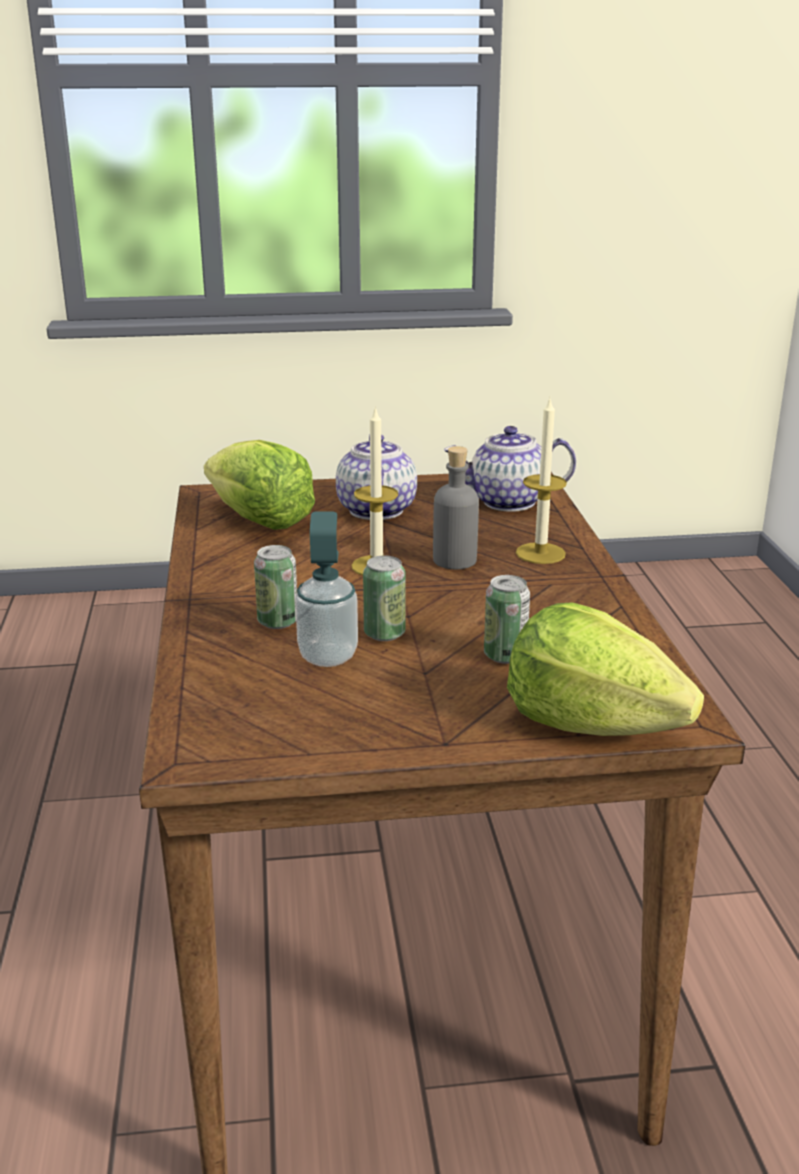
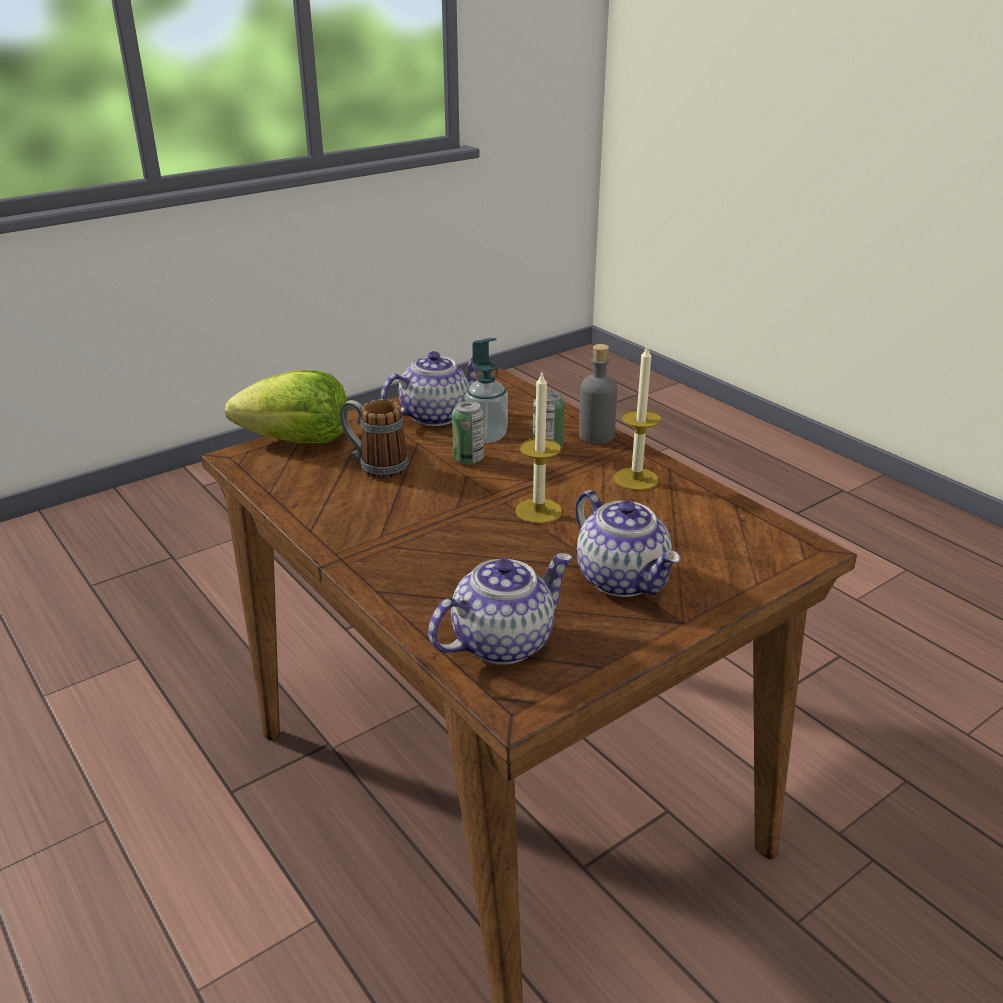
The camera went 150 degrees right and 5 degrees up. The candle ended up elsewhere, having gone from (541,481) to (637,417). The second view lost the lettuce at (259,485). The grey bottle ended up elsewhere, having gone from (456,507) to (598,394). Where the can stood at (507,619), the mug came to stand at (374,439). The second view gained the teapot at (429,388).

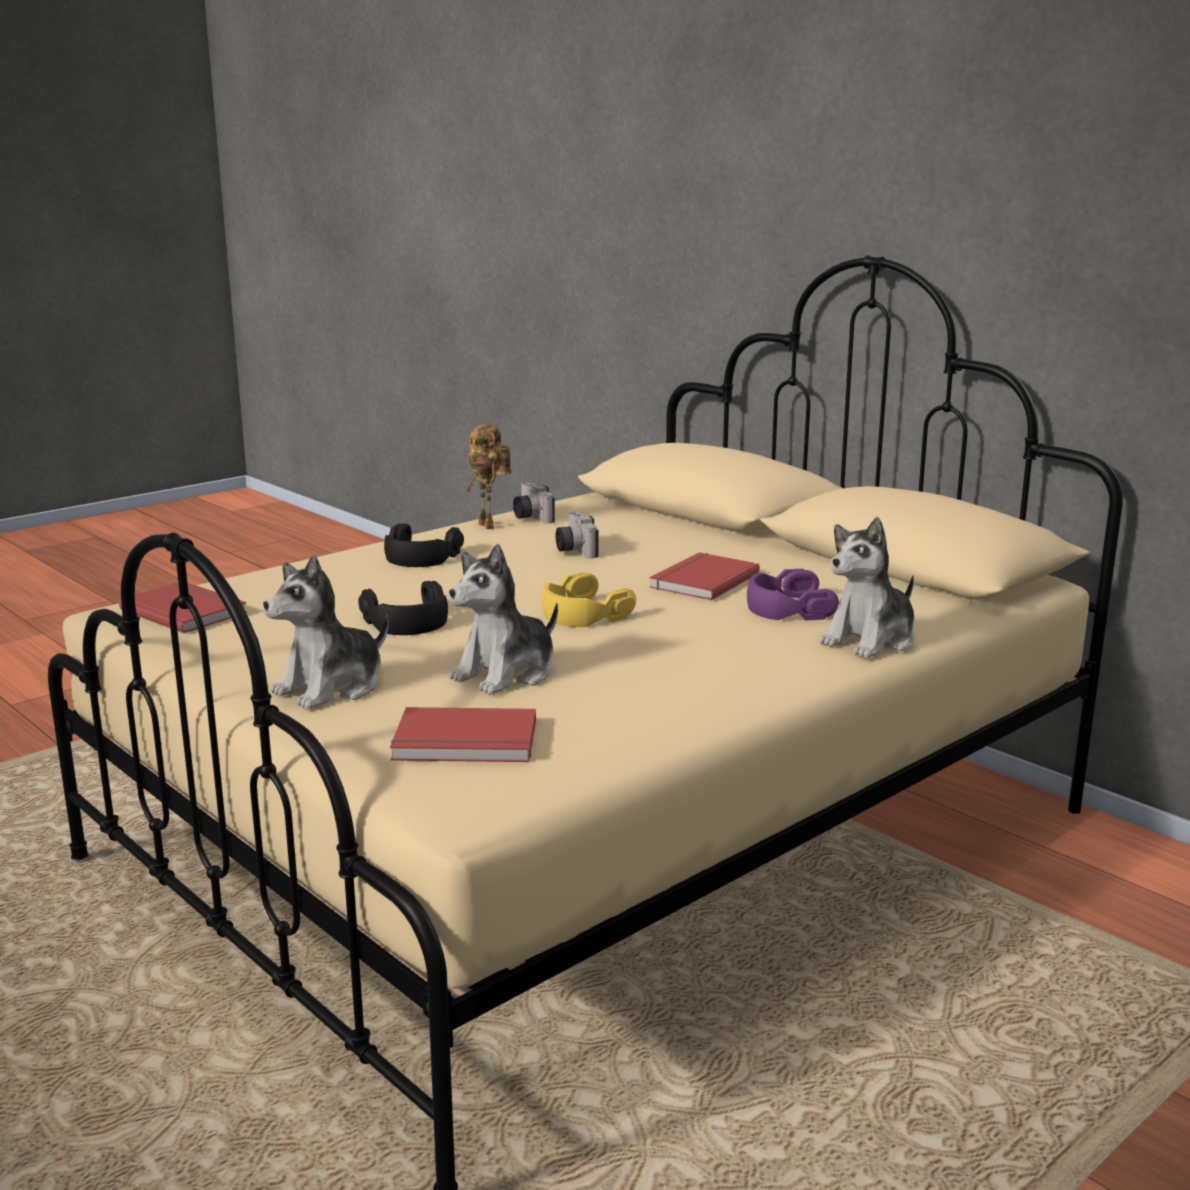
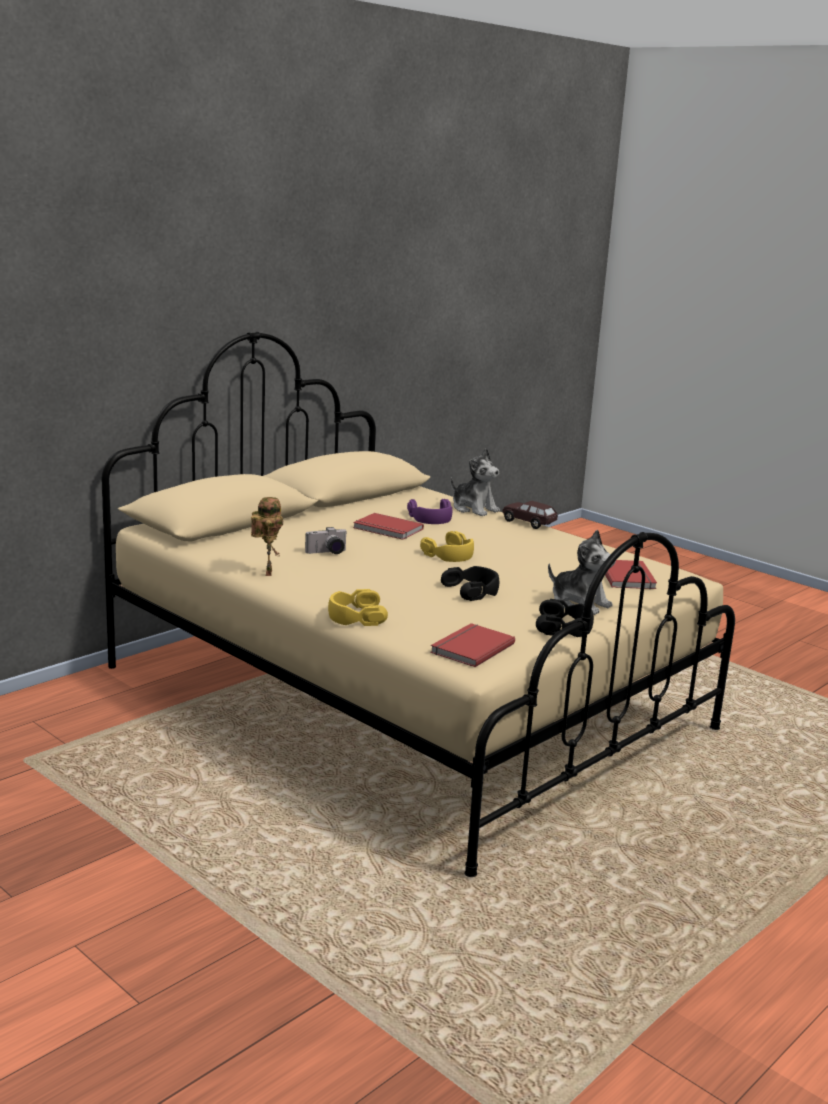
The camera went 95 degrees left and 0 degrees up. The toy robot at (487,477) ended up facing another way, 60 degrees counterclockwise from before. The second view lost the photo camera at (534,503). The black headphones ended up elsewhere, having gone from (424,545) to (565,618). The second view lost the plush toy at (503,619). The second view gained the brown toy car at (530,515). The second view gained the yellow headphones at (358,607).

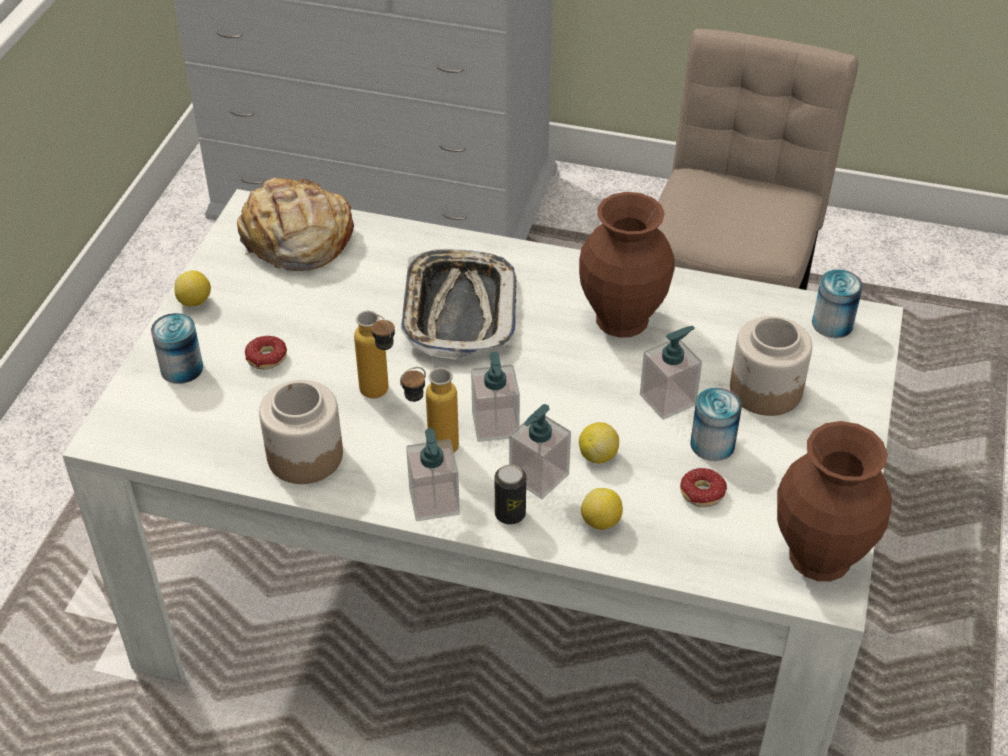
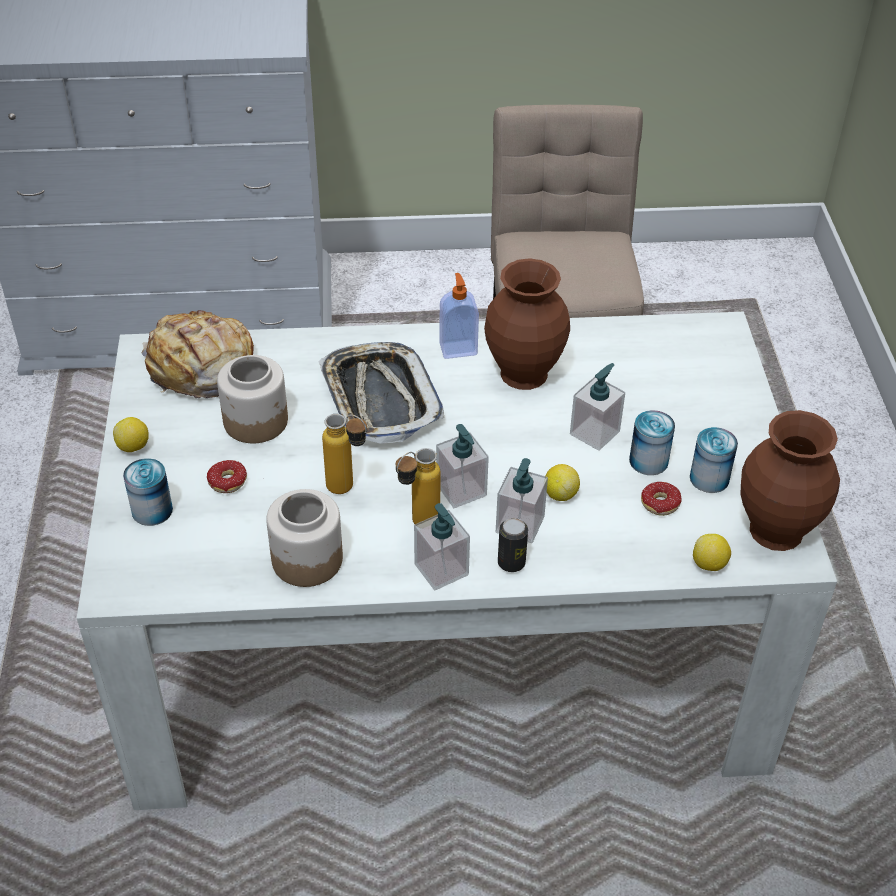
The camera went 20 degrees left and 0 degrees up. The can ended up elsewhere, having gone from (837,303) to (714,460). The jar ended up elsewhere, having gone from (771,366) to (252,399). The lemon ended up elsewhere, having gone from (602,509) to (712,552). The second view gained the soap dispenser at (459,316).

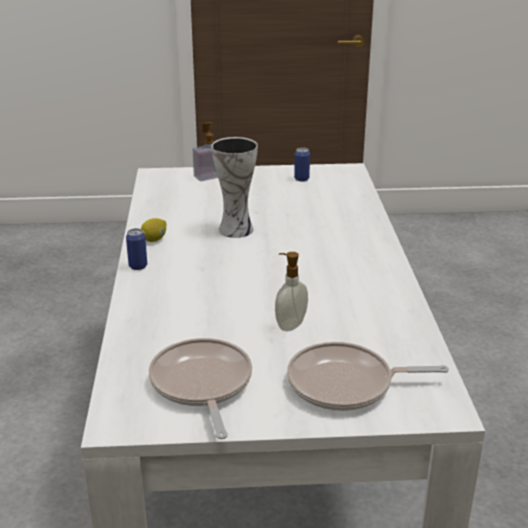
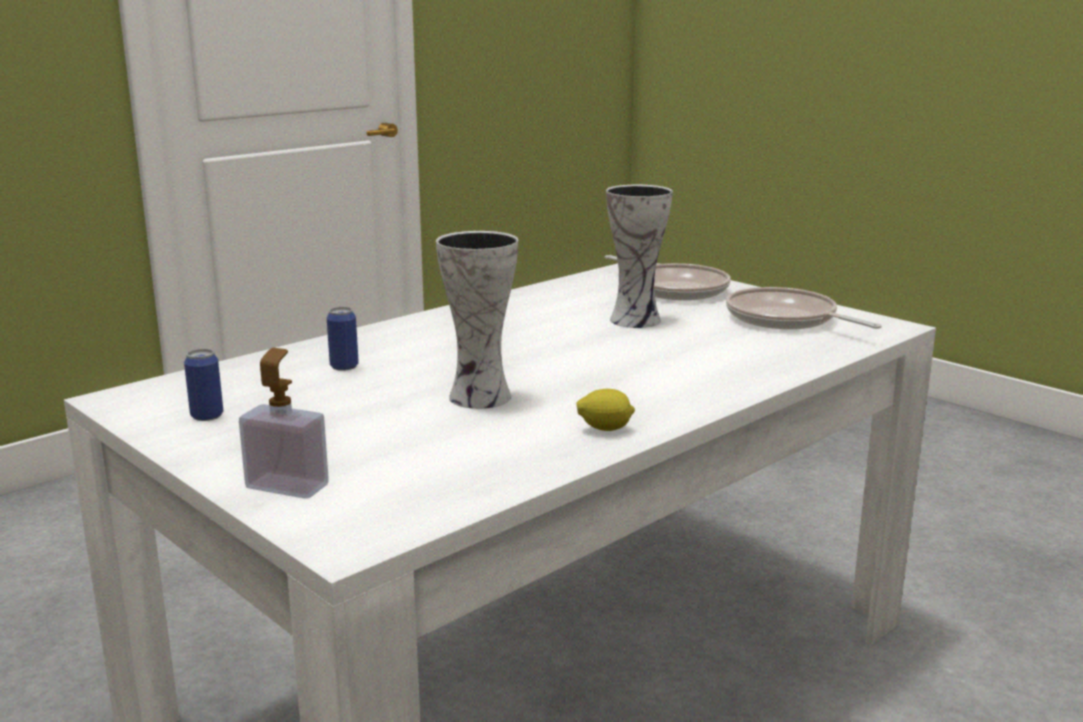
The camera went 130 degrees left and 10 degrees down. The can ended up elsewhere, having gone from (136,249) to (343,339). Where the soap dispenser stood at (291,291), the vase came to stand at (639,256). The frying pan at (200,388) ended up facing another way, 105 degrees clockwise from before.

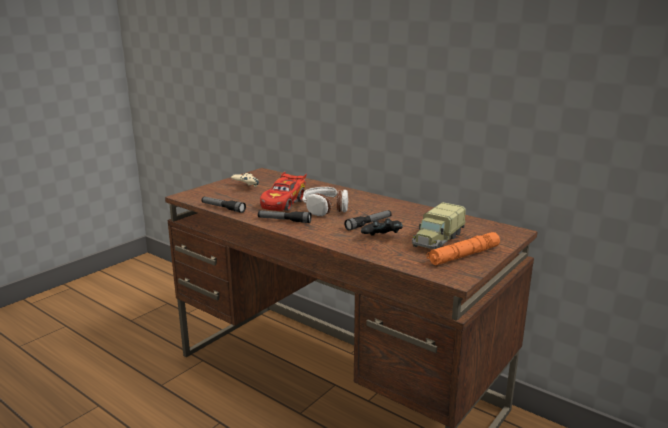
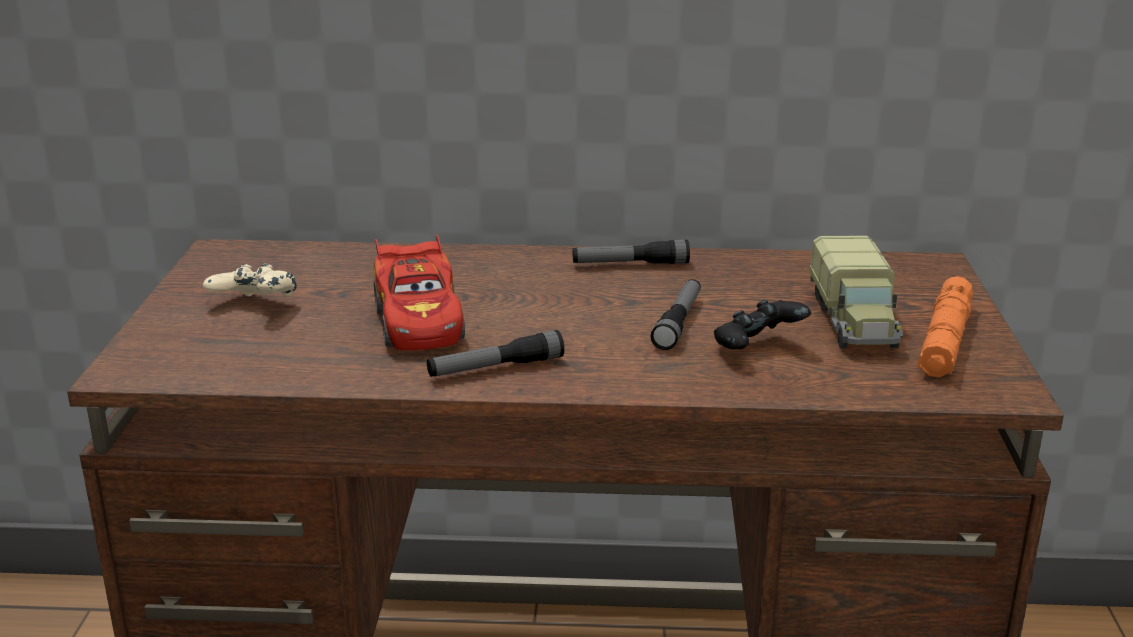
The camera went 35 degrees left and 5 degrees up. The second view lost the headphones at (325,201). The flashlight ended up elsewhere, having gone from (223,205) to (631,252).

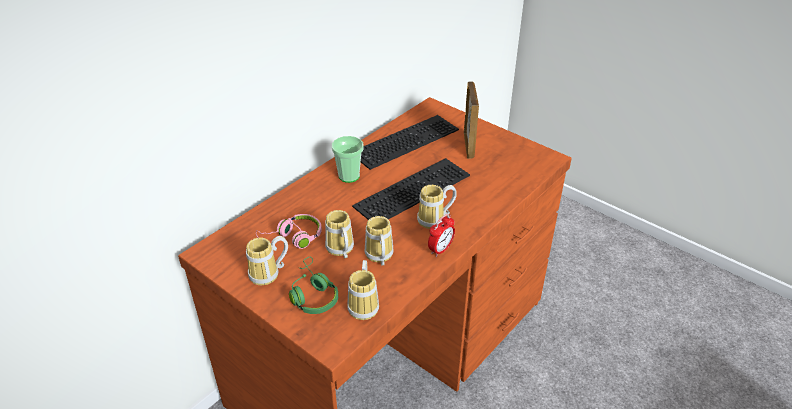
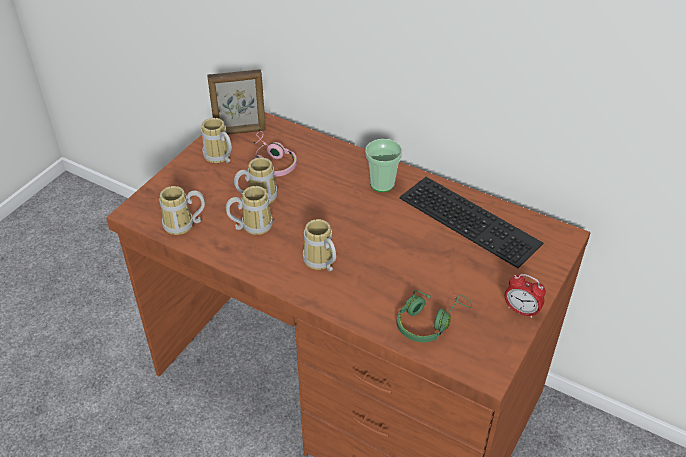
The camera went 80 degrees right and 5 degrees up. The picture frame ended up elsewhere, having gone from (471,120) to (236,102). The second view lost the keyboard at (411,189). The alarm clock ended up elsewhere, having gone from (441,235) to (525,296). The green headphones ended up elsewhere, having gone from (313,285) to (434,316).

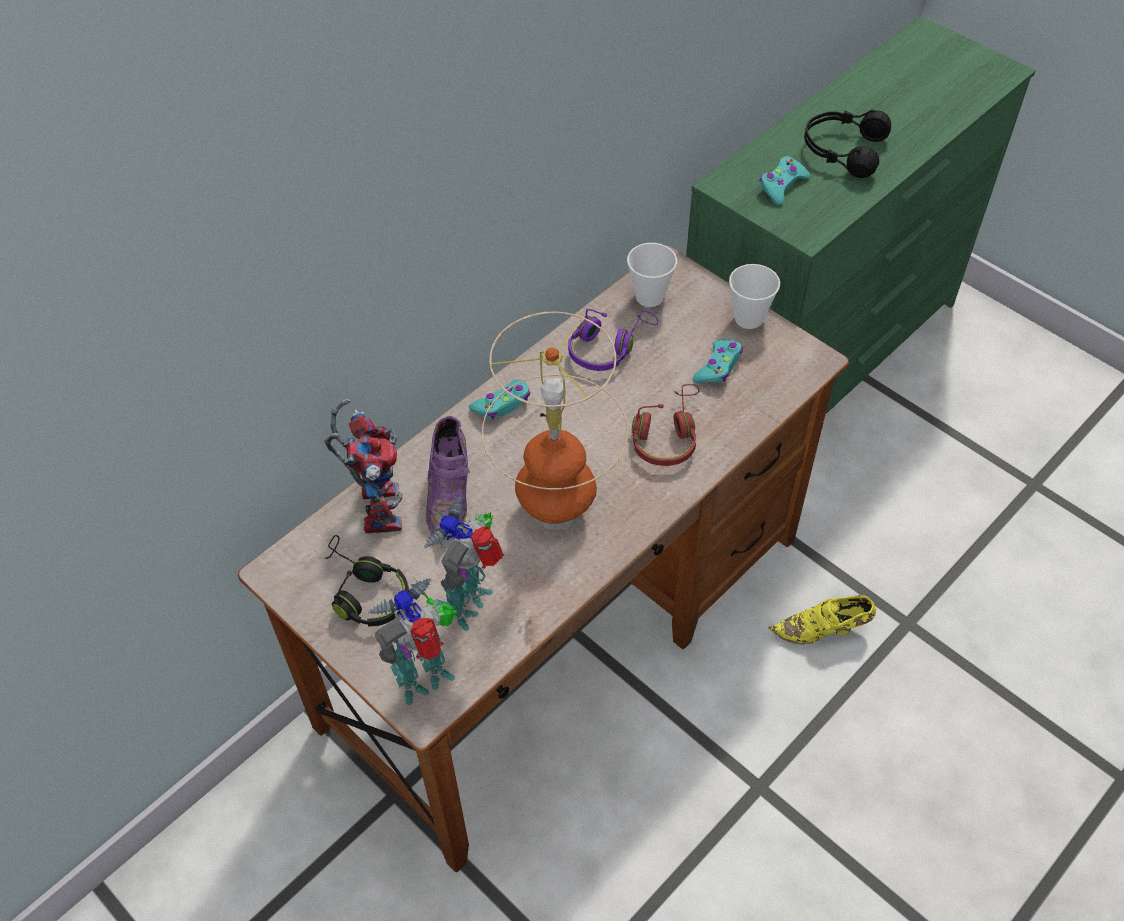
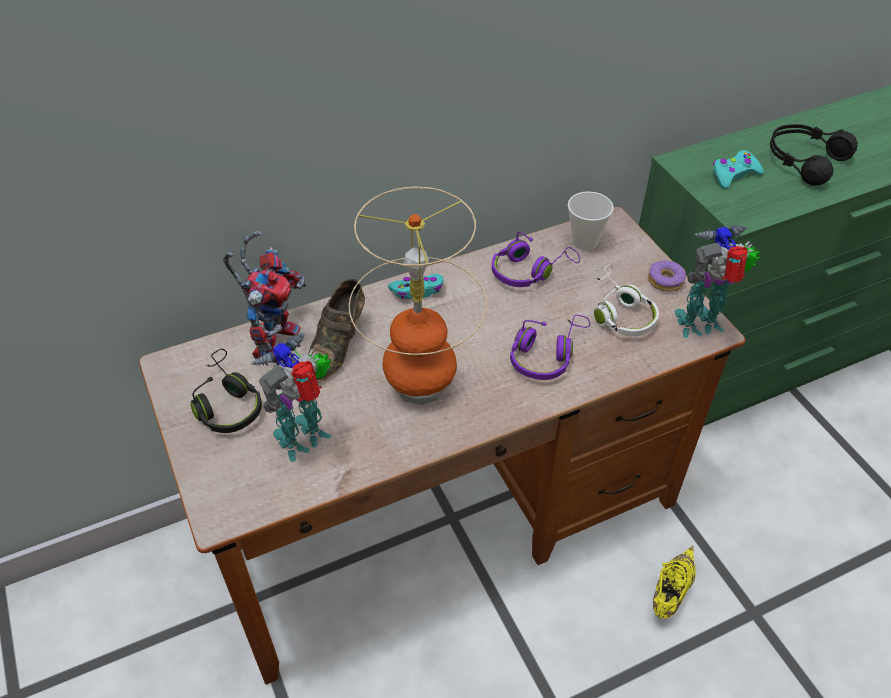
The camera went 20 degrees right and 5 degrees down. Where the cup stood at (754,296), the donut came to stand at (667,276). Where the turquoise game controller stood at (718,361), the white headphones came to stand at (626,300). What was the red headphones at (666,425) turned into the purple headphones at (550,347). What was the purple shoe at (448,480) turned into the brown shoe at (336,331). The toy robot ended up elsewhere, having gone from (413,641) to (717,281). The yellow shoe at (822,620) ended up facing another way, 105 degrees clockwise from before.

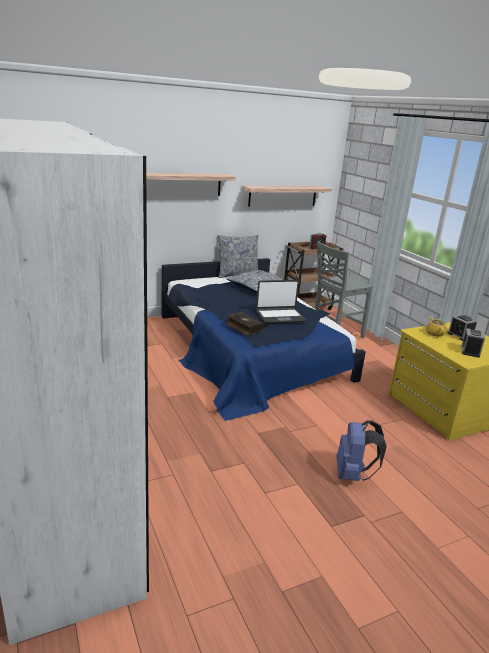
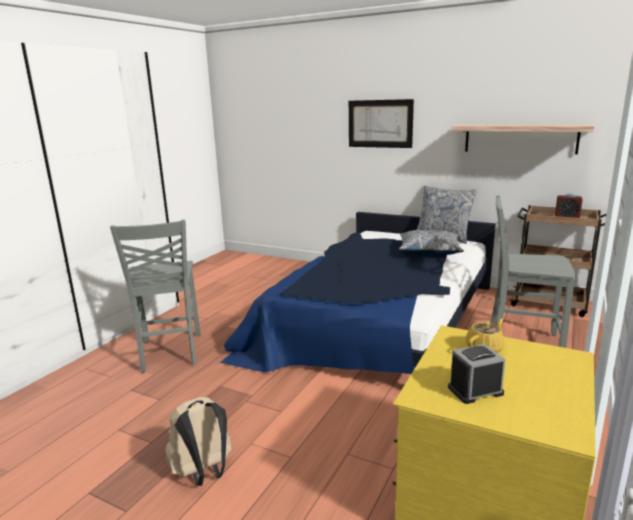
The camera went 55 degrees right and 5 degrees down. Where the shelf hung at (191,184), the picture came to hang at (381,123). The second view lost the laptop at (281,302). The second view lost the book at (245,324). The second view lost the alarm clock at (462,328). What was the blue backpack at (361,451) turned into the beige backpack at (198,441). The second view gained the grey chair at (155,296).

